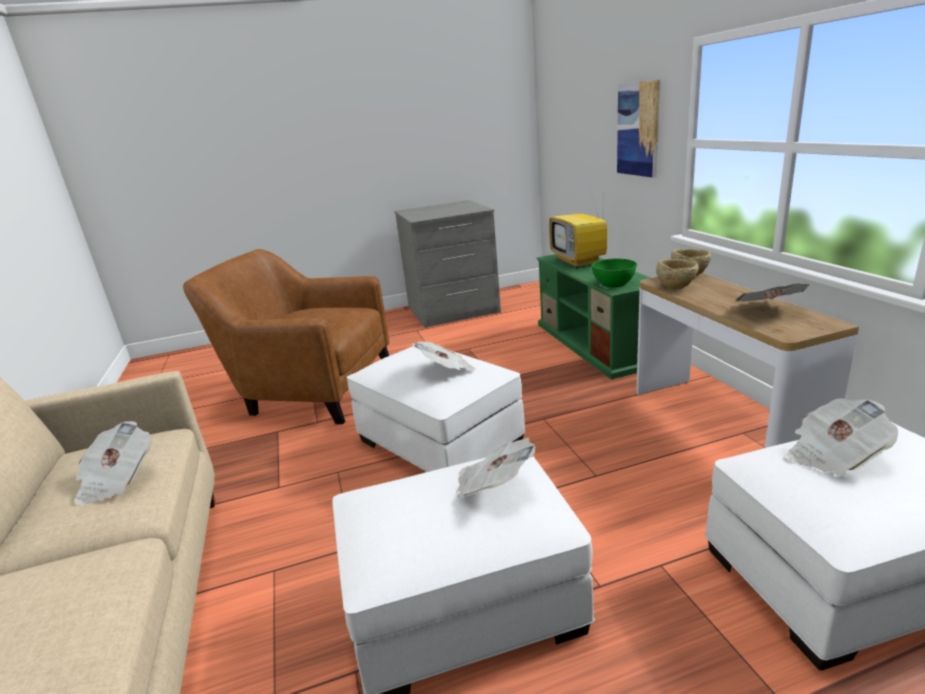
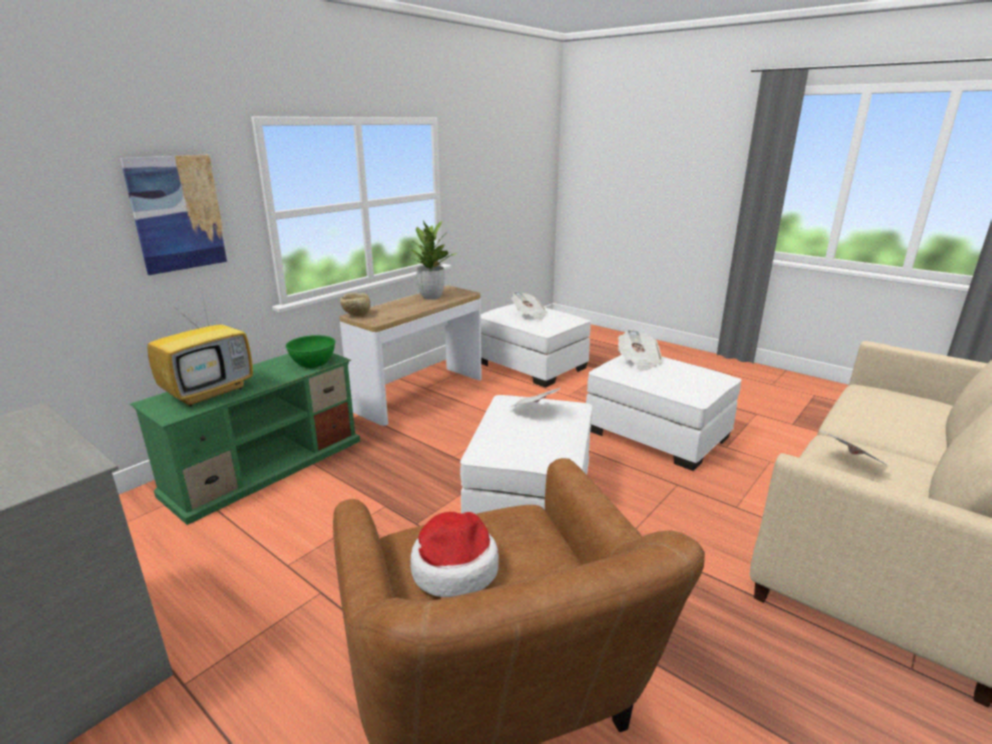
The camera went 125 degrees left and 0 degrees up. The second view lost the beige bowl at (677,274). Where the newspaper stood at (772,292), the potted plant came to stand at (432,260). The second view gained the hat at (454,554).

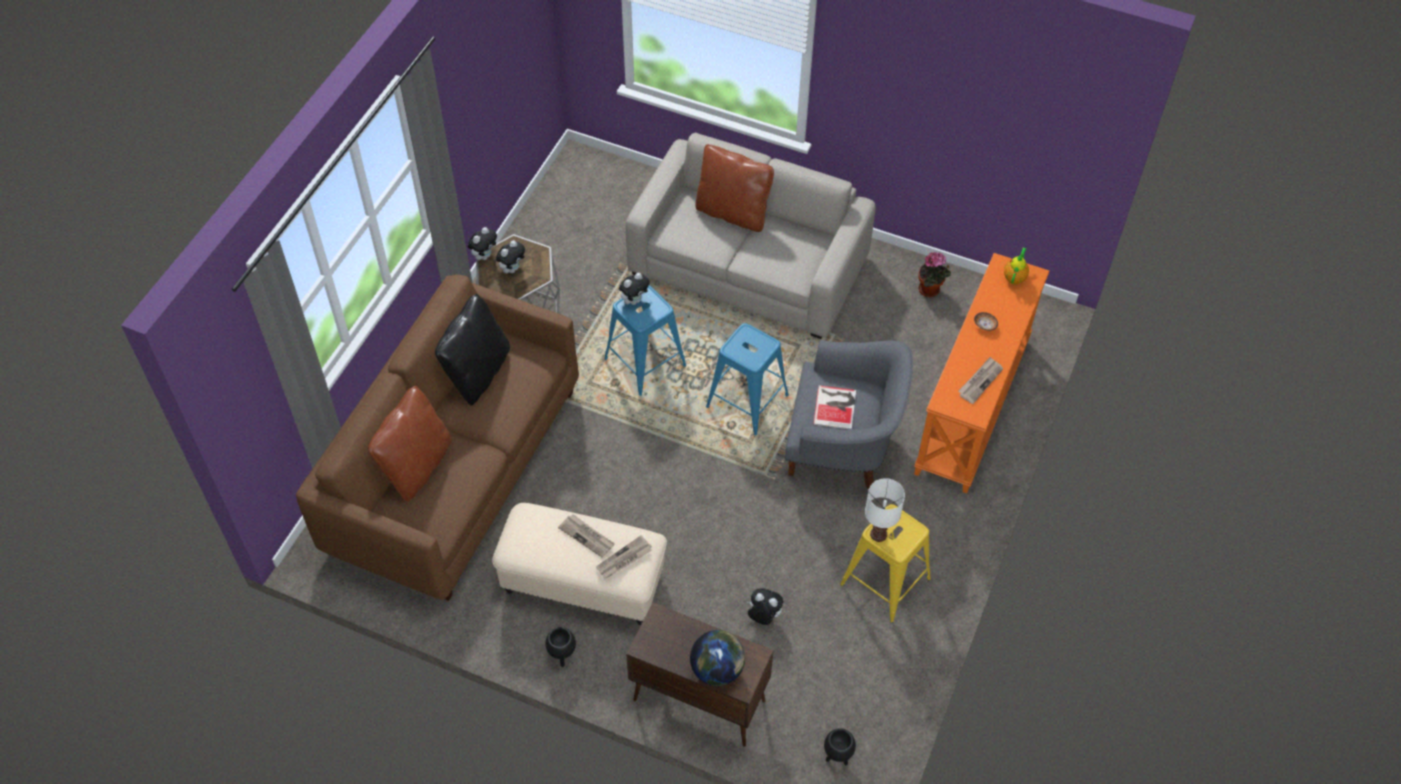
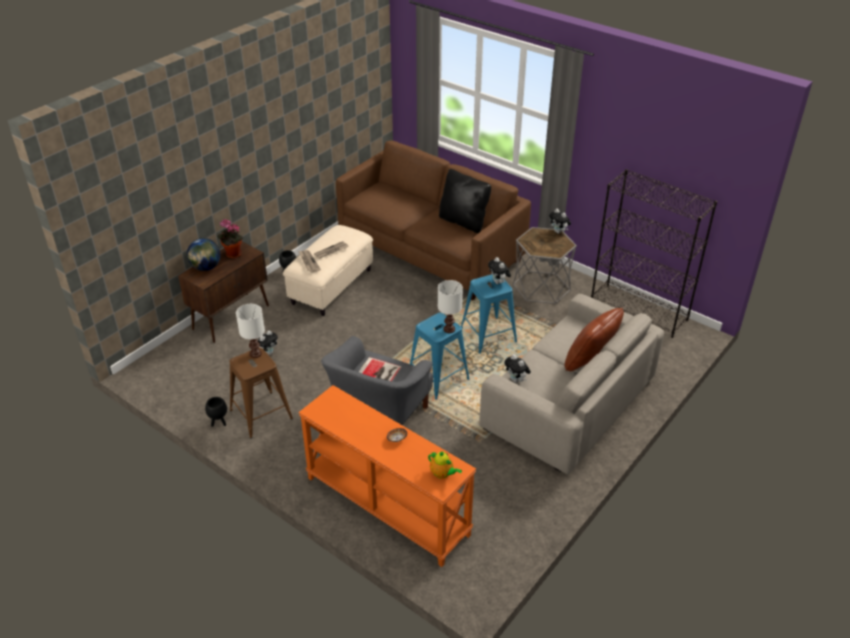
The camera went 105 degrees right and 15 degrees down. The plush toy ended up elsewhere, having gone from (510,257) to (517,368). The potted plant ended up elsewhere, having gone from (934,274) to (230,238). The second view lost the newspaper at (980,380). The second view lost the brown pillow at (410,444). What was the yellow stool at (885,563) turned into the brown stool at (261,392). The black planter ended up elsewhere, having gone from (840,746) to (216,412). The second view gained the black bookcase at (654,253). The second view gained the white table lamp at (450,306).

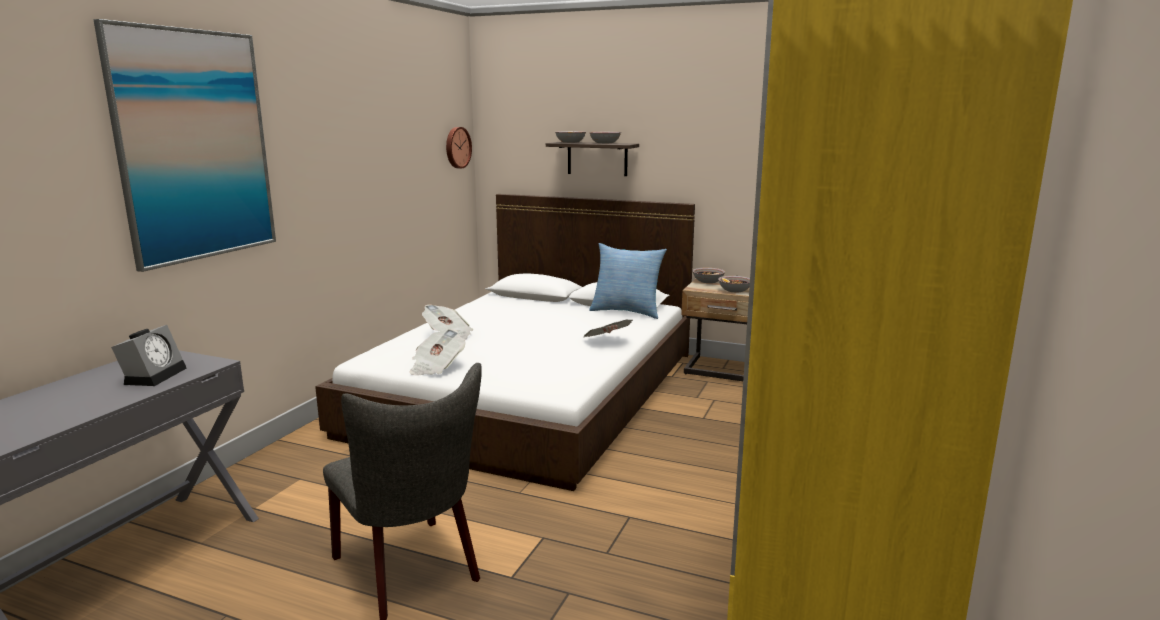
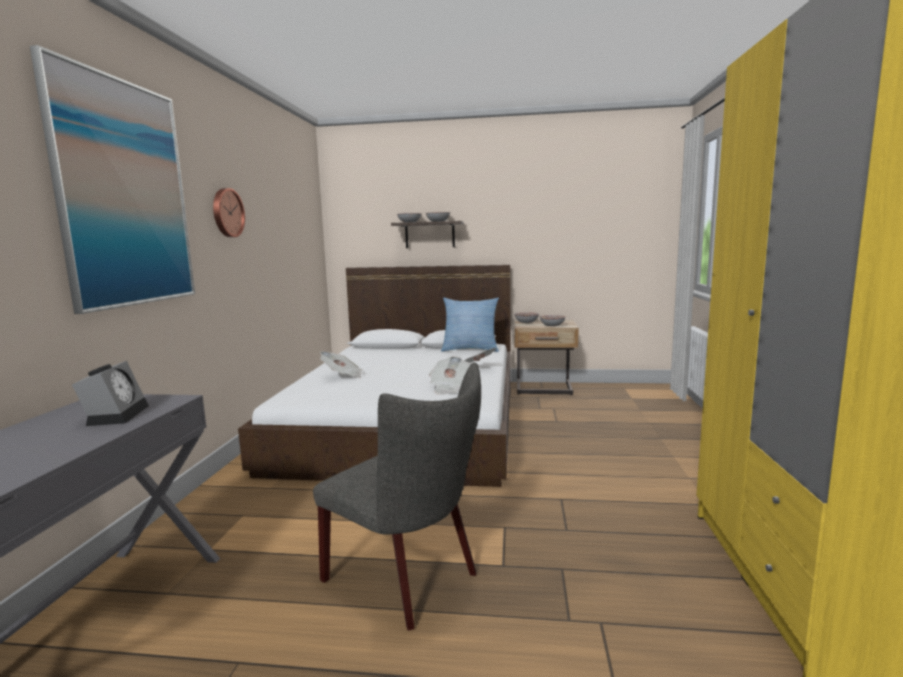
The camera went 15 degrees left and 5 degrees down. The wall clock ended up elsewhere, having gone from (459,147) to (229,212). The newspaper ended up elsewhere, having gone from (437,352) to (450,375).

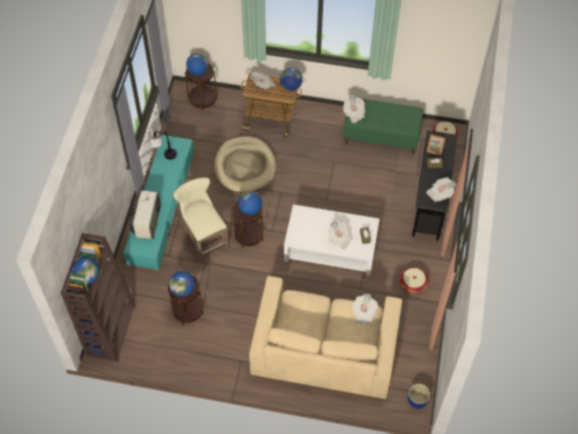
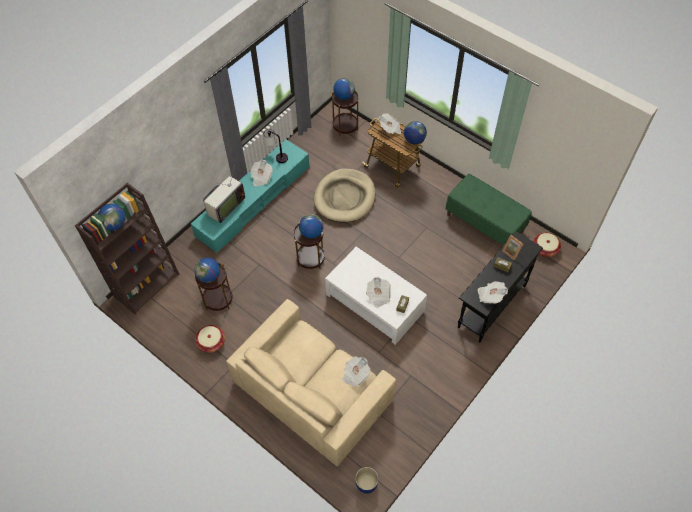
The camera went 30 degrees right and 0 degrees up. The newspaper ended up elsewhere, having gone from (354,109) to (261,173). The second view lost the beige stool at (201,221). The basket ended up elsewhere, having gone from (413,280) to (210,339).

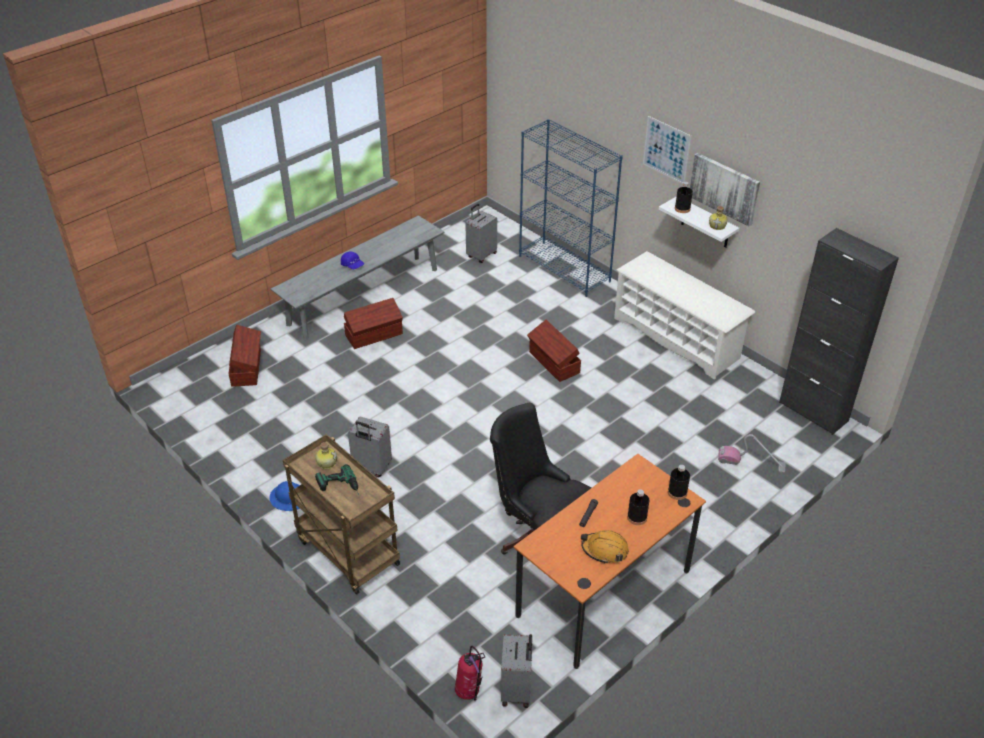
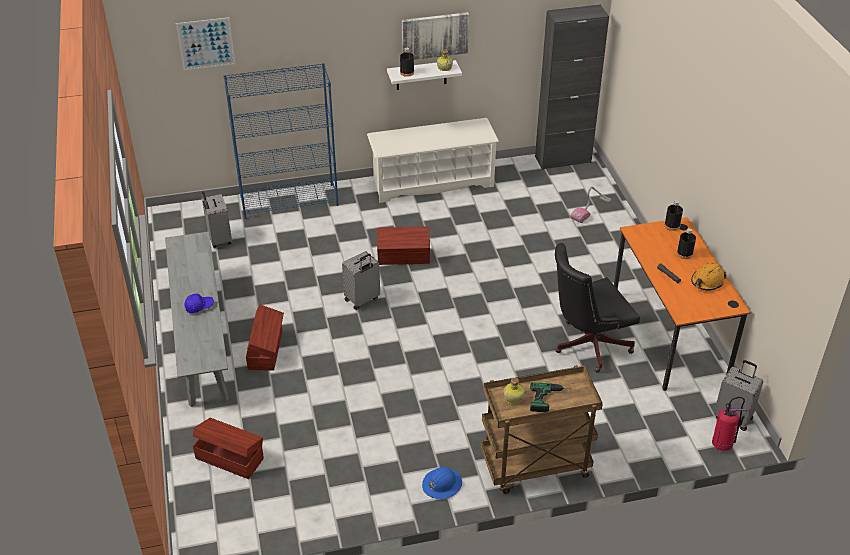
The camera went 60 degrees left and 0 degrees up. The picture ended up elsewhere, having gone from (667,150) to (205,44). The grey suitcase ended up elsewhere, having gone from (370,447) to (361,280).

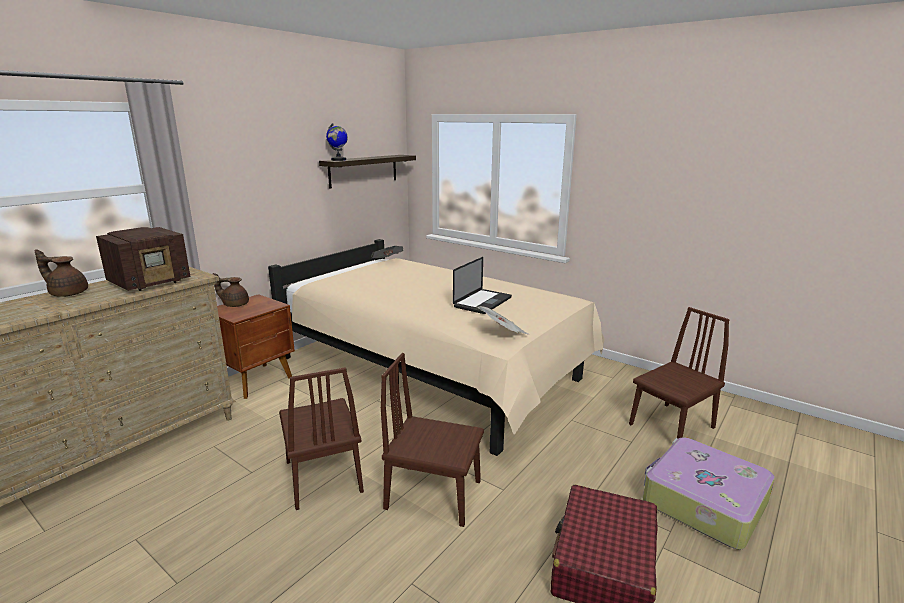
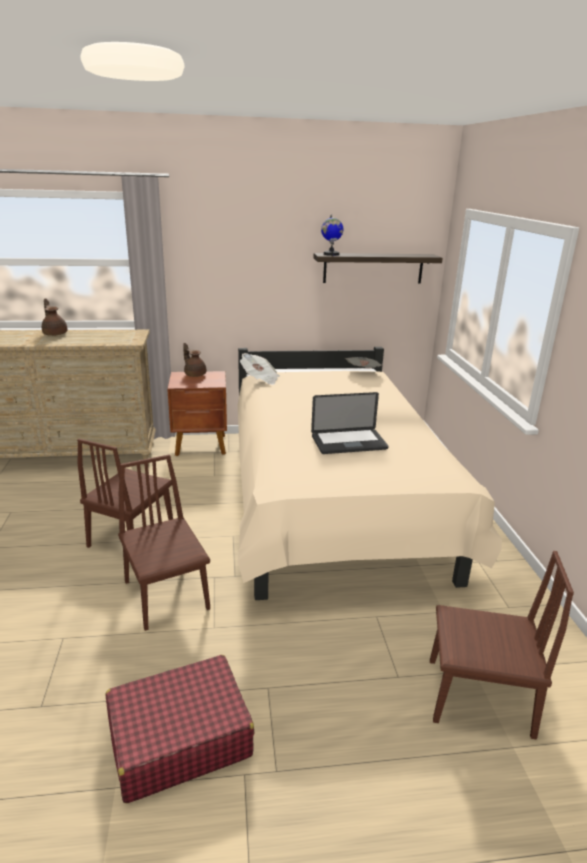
The camera went 45 degrees right and 5 degrees up. The second view lost the radio at (143,259). The newspaper ended up elsewhere, having gone from (502,320) to (260,369). The second view lost the suitcase at (709,493).

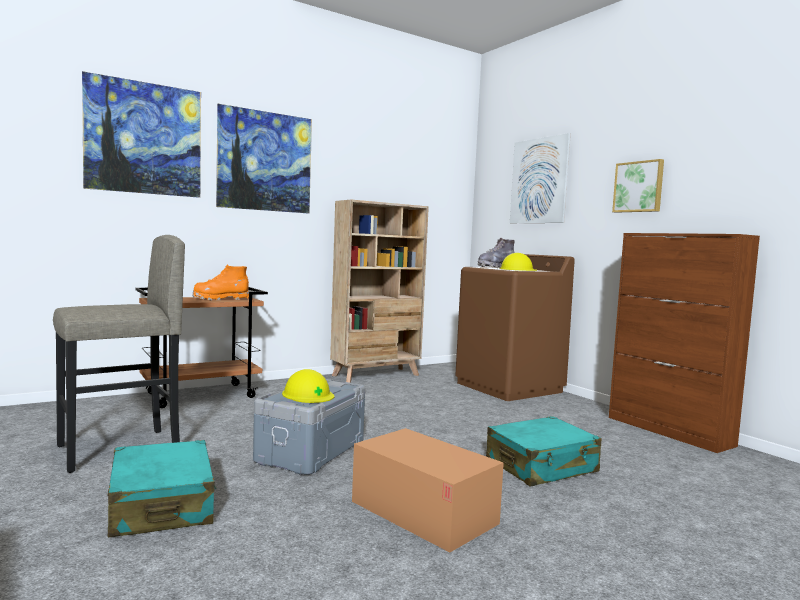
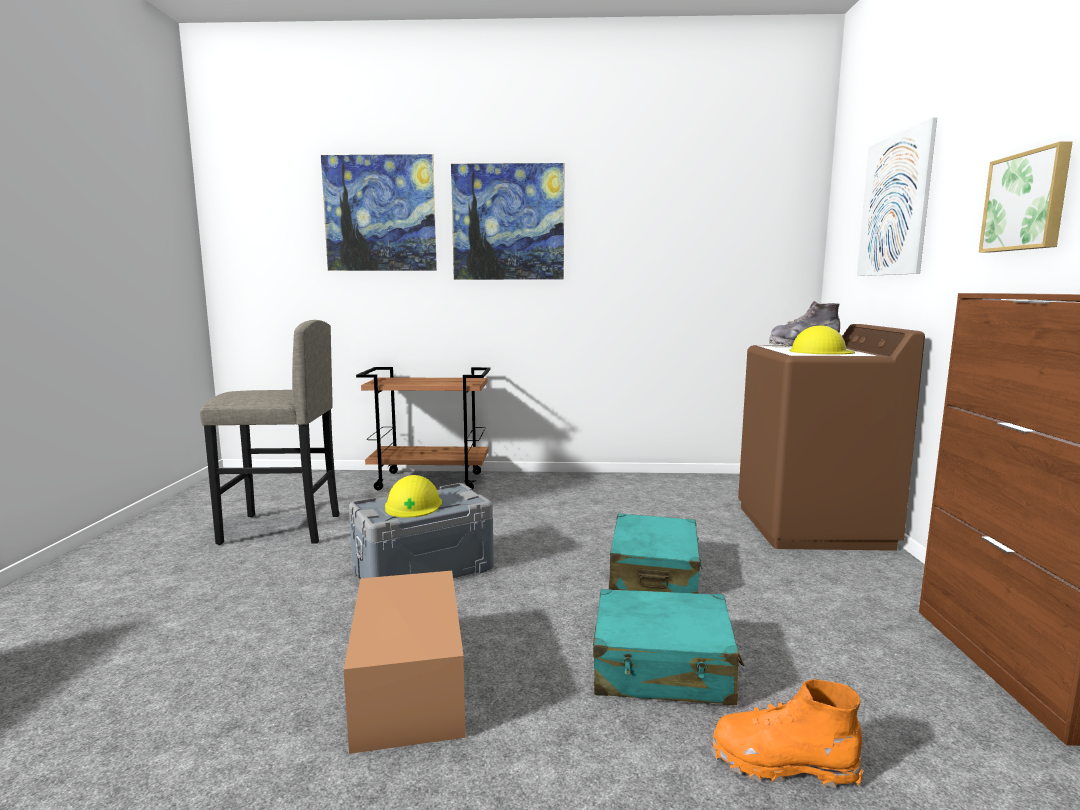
The camera went 35 degrees right and 5 degrees up. The second view lost the beige bookcase at (379,291). The orange boot ended up elsewhere, having gone from (220,282) to (787,733). The turquoise suitcase ended up elsewhere, having gone from (161,488) to (655,554).

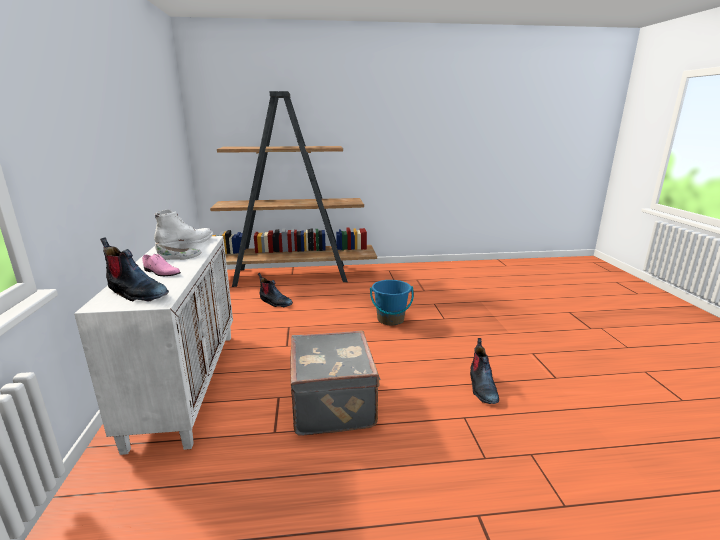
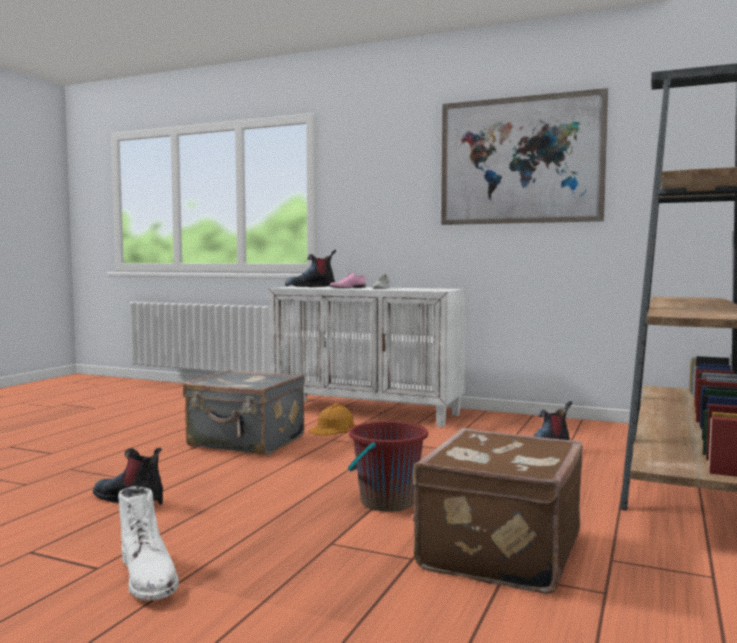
The camera went 120 degrees right and 15 degrees down. The white boot ended up elsewhere, having gone from (183,229) to (148,543). What was the blue bucket at (392,302) turned into the red bucket at (388,466). The second view gained the picture at (524,156). The second view gained the orange hard hat at (332,420). The second view gained the brown suitcase at (498,511).

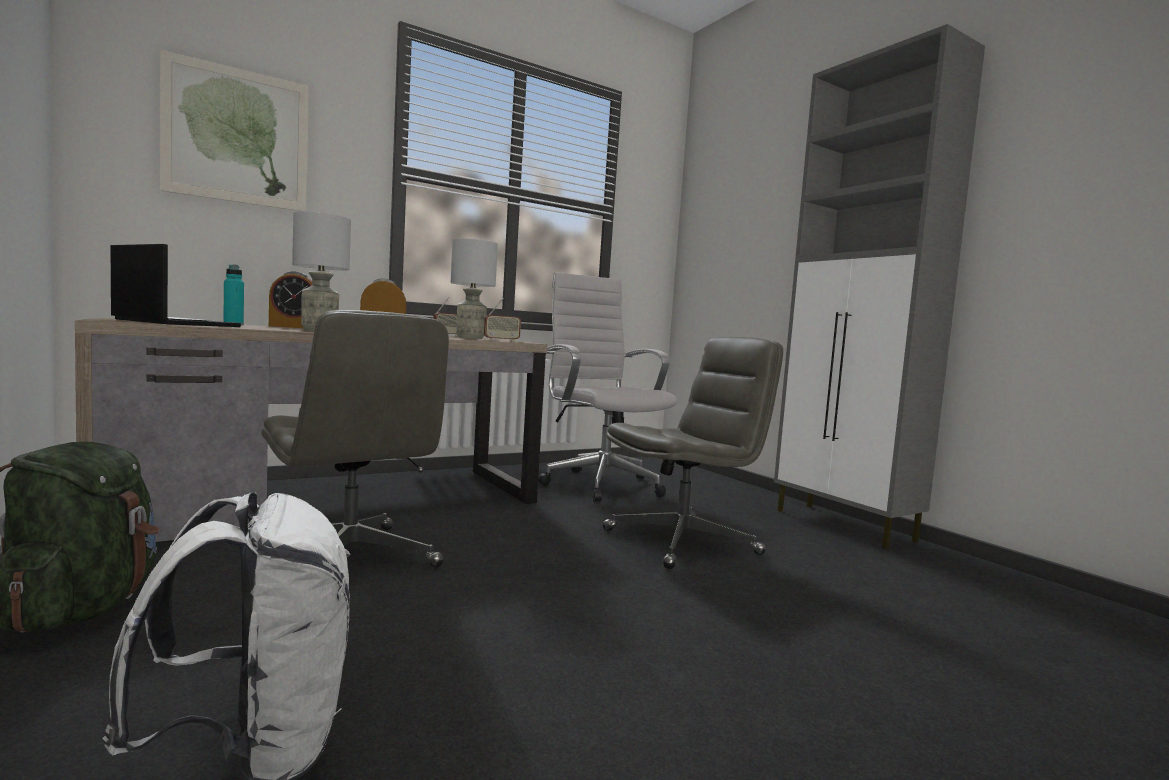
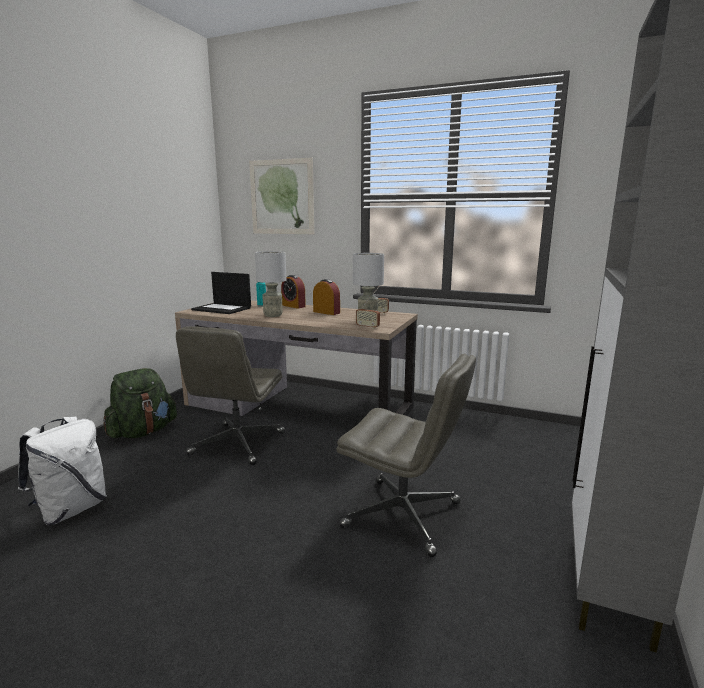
The camera went 55 degrees right and 10 degrees up. The laptop at (176,285) ended up facing another way, 120 degrees clockwise from before. The second view lost the white office chair at (607,387).

